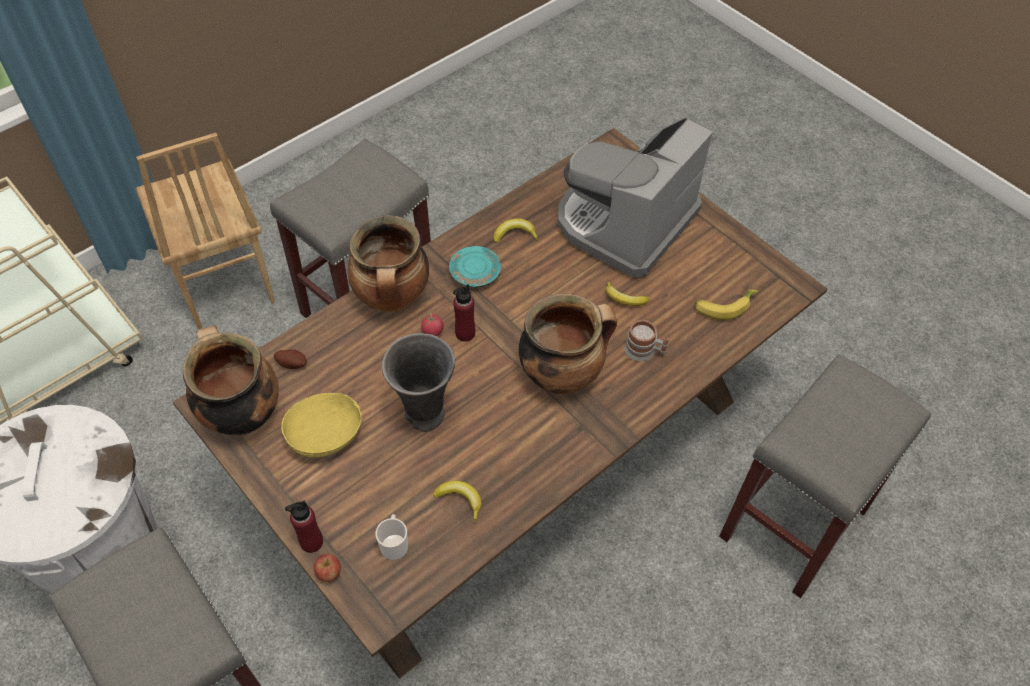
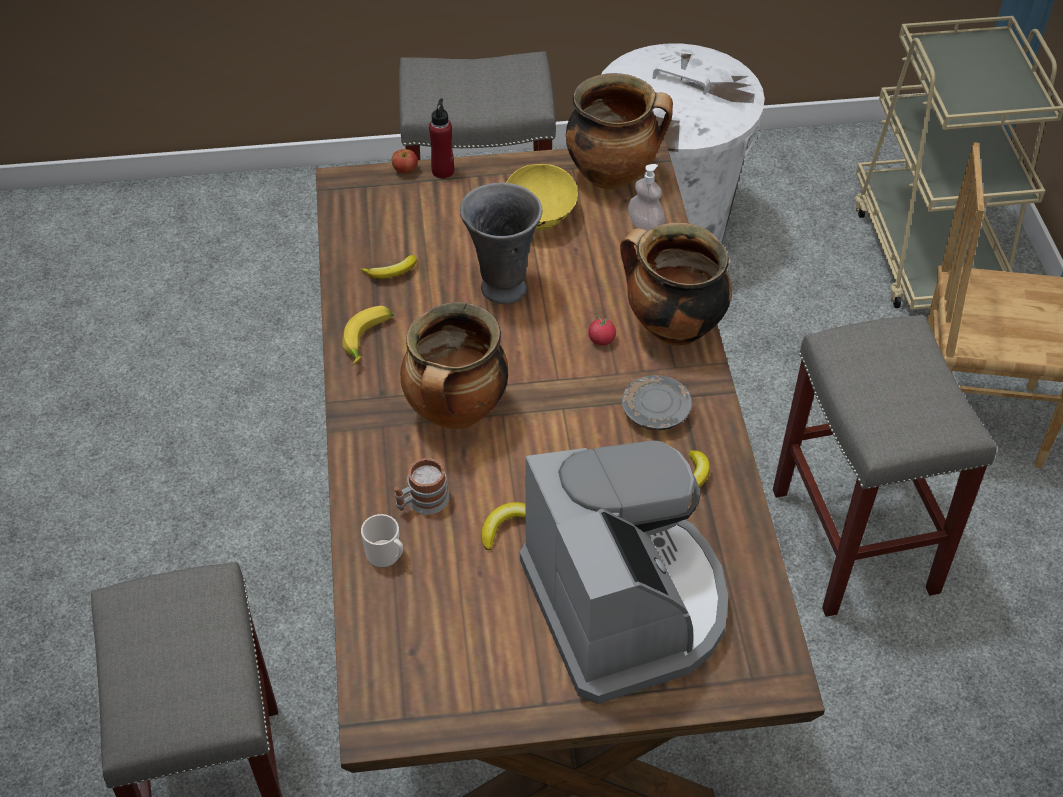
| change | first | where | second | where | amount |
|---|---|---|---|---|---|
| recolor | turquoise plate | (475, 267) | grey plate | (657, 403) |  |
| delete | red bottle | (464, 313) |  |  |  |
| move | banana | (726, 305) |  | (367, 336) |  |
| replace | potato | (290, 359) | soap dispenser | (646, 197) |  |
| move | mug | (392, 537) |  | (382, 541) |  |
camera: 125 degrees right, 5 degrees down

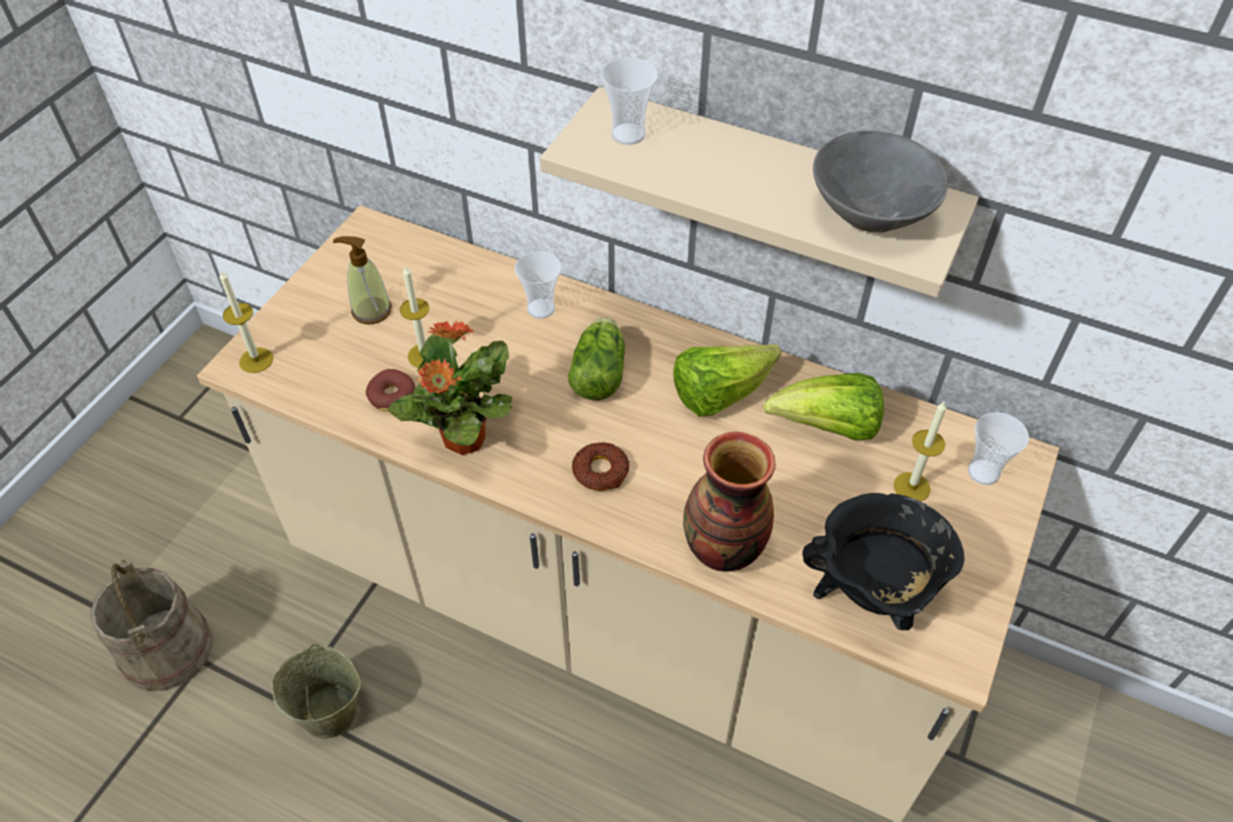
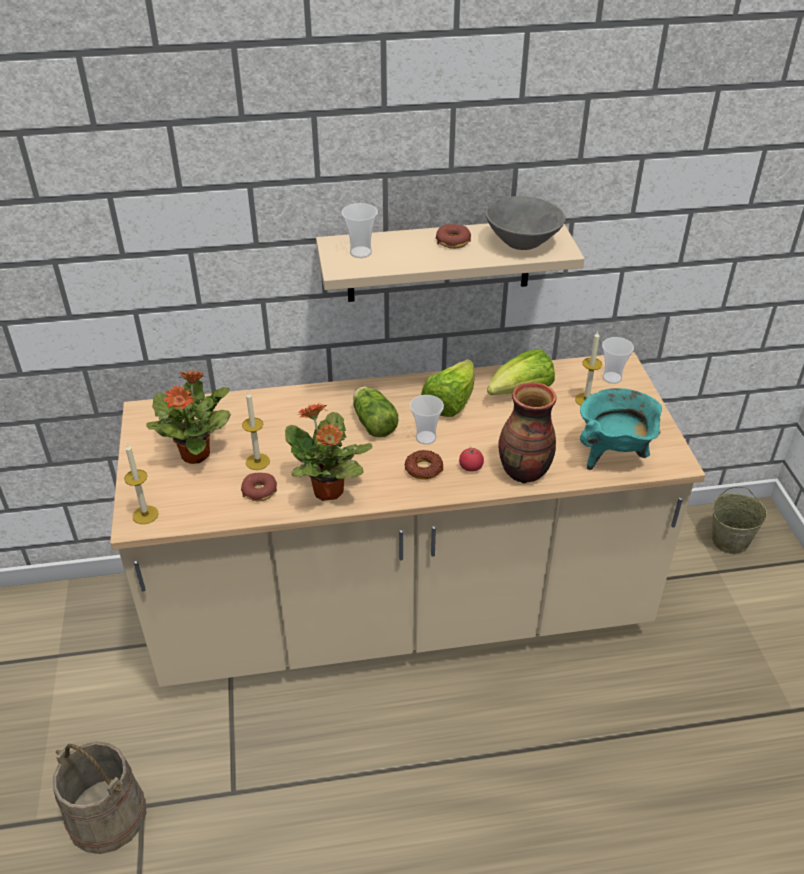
| change | first | where | second | where | amount |
|---|---|---|---|---|---|
| replace | soap dispenser | (362, 280) | potted plant | (188, 417) |  |
| move | cup | (538, 285) |  | (427, 420) |  |
| recolor | black cooking pot | (884, 561) | turquoise cooking pot | (621, 429) |  |
| move | beige bucket | (316, 691) |  | (739, 520) |  |
| insert |  |  | donut | (453, 236) |  |
| insert |  |  | tomato | (471, 459) |  |
camera: 35 degrees left, 10 degrees down

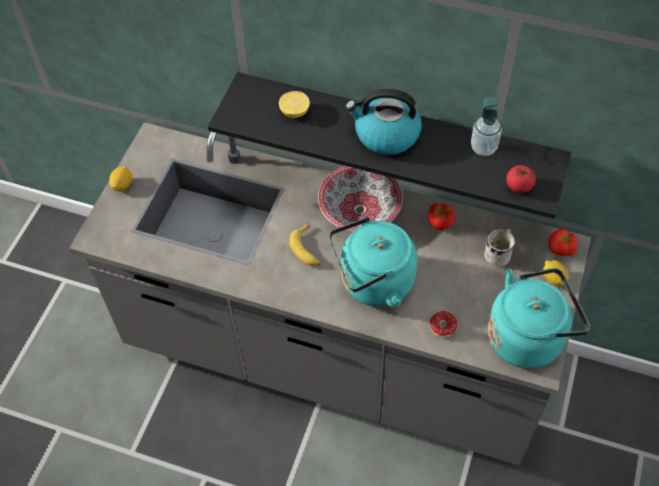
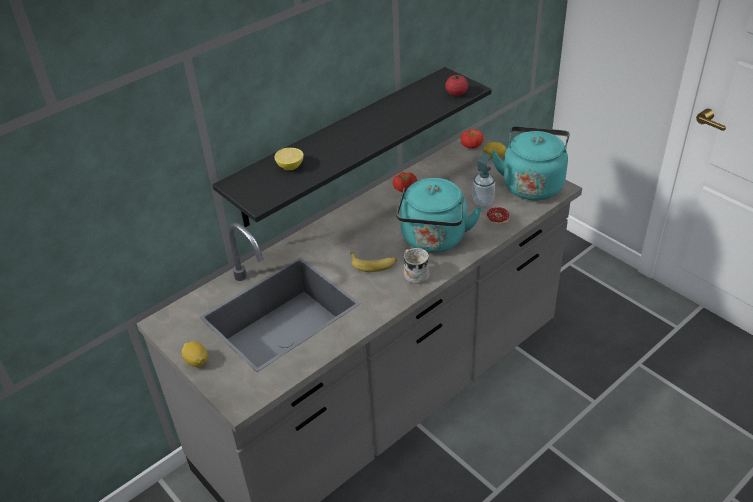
| change | first | where | second | where | amount |
|---|---|---|---|---|---|
| delete | kettle | (383, 121) |  |  |  |
| move | soap dispenser | (486, 126) |  | (483, 179) |  |
| delete | bowl | (360, 199) |  |  |  |
| move | white mug | (499, 247) |  | (416, 266) |  |
camera: 60 degrees left, 15 degrees down

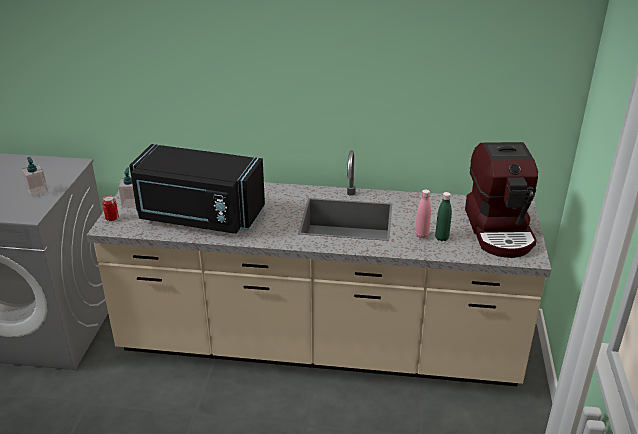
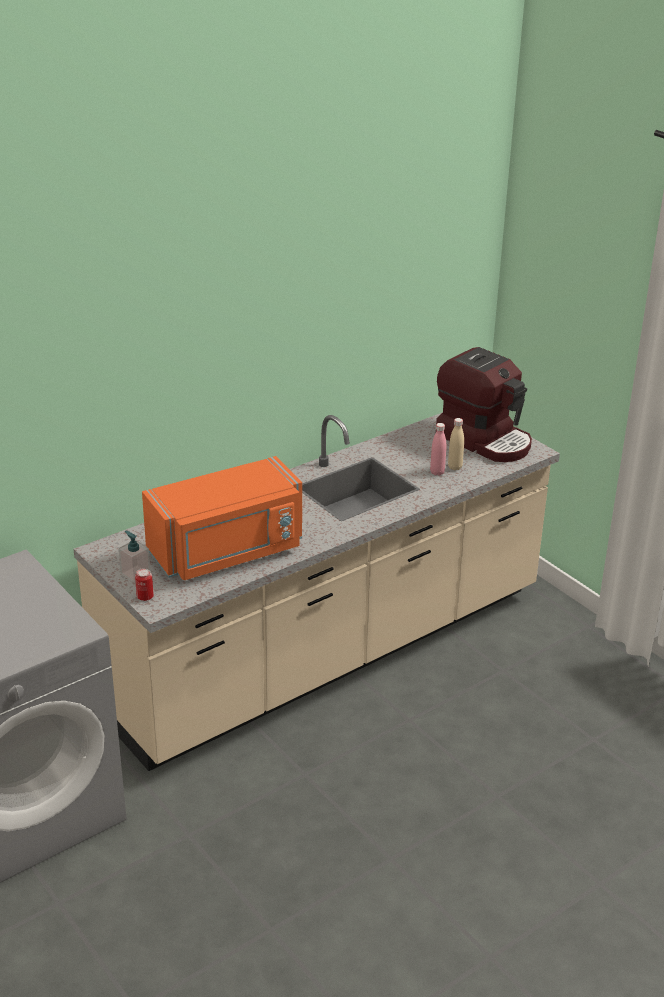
| change | first | where | second | where | amount |
|---|---|---|---|---|---|
| recolor | black microwave | (197, 189) | orange microwave | (222, 518) |  |
| delete | soap dispenser | (34, 177) |  |  |  |
| recolor | green bottle | (443, 216) | beige bottle | (456, 444) |  |
camera: 45 degrees left, 0 degrees up

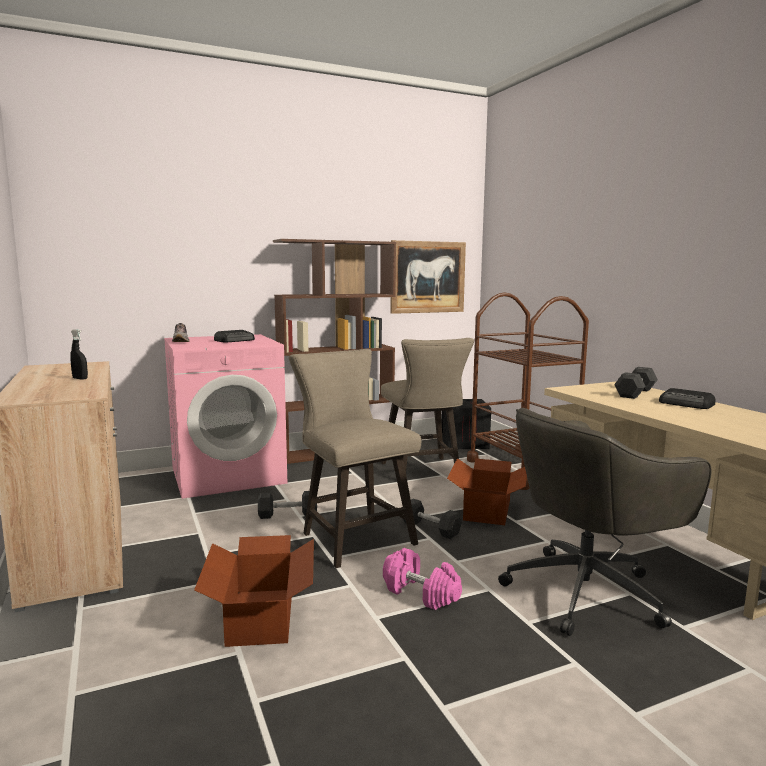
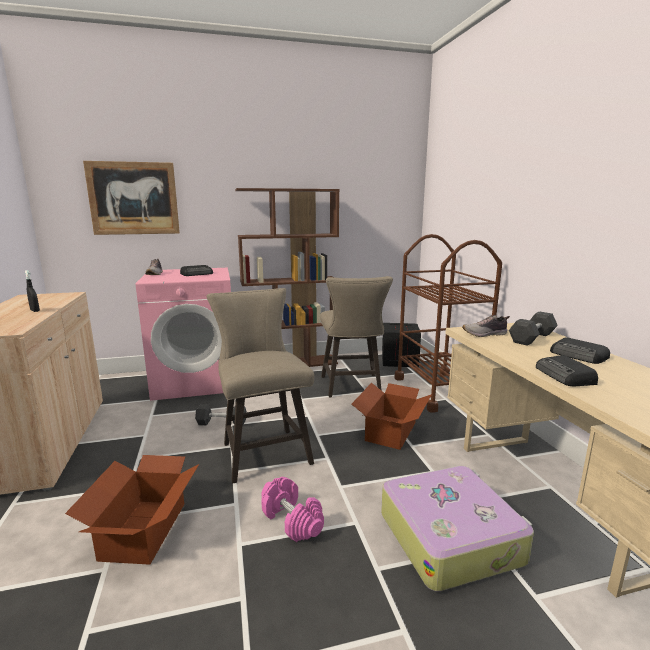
| change | first | where | second | where | amount |
|---|---|---|---|---|---|
| move | picture | (428, 277) |  | (131, 198) |  |
| replace | grey office chair | (605, 522) | suitcase | (457, 529) |  |
| delete | grey dumbbell | (432, 519) |  |  |  |
| insert |  |  | shoe | (486, 326) |  |
| insert |  |  | radio | (567, 370) |  |
camera: 10 degrees right, 5 degrees up

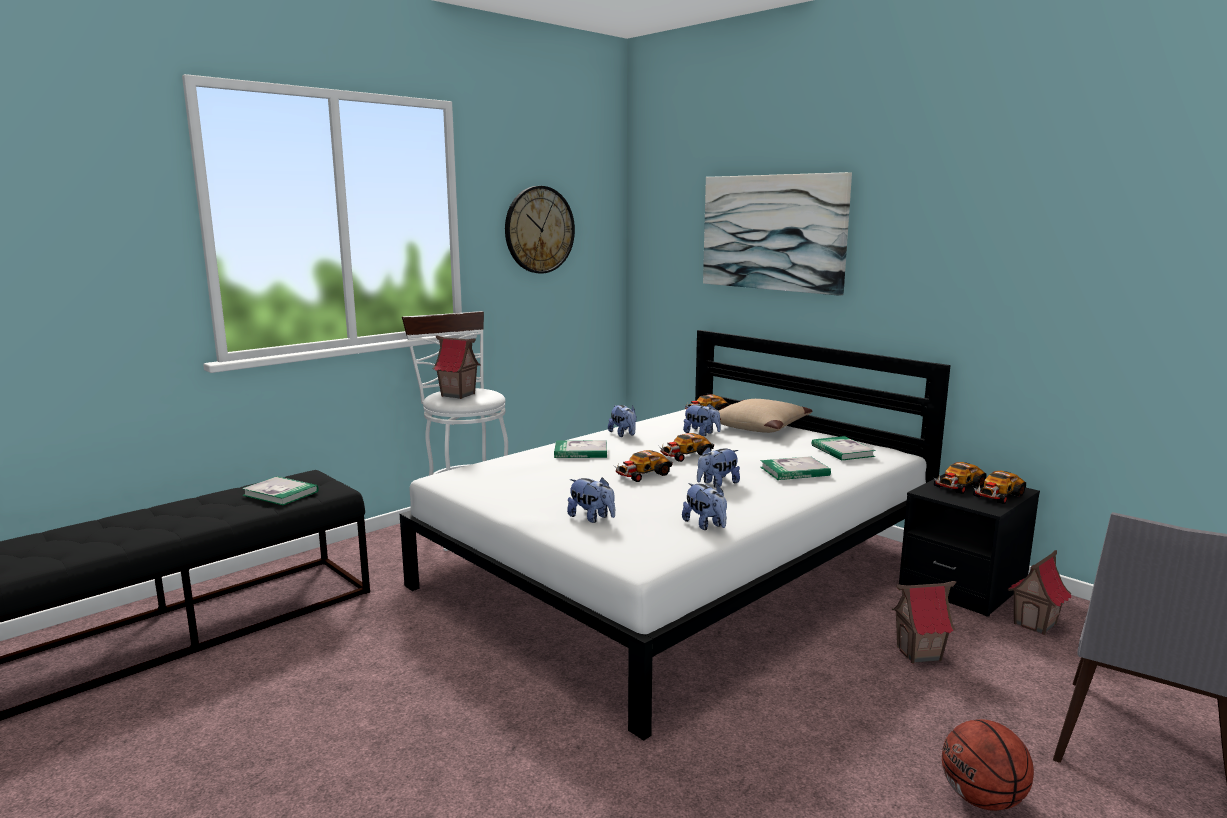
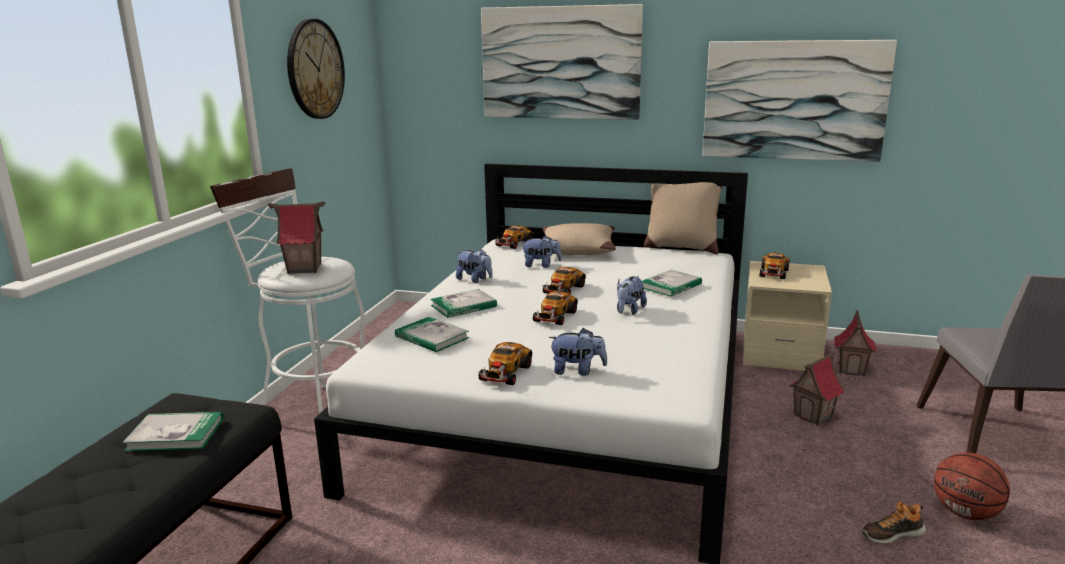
| change | first | where | second | where | amount |
|---|---|---|---|---|---|
| move | book | (844, 448) |  | (432, 334) |  |
| move | toy car | (999, 487) |  | (505, 363) |  |
| recolor | black nightstand | (969, 545) | beige nightstand | (787, 316) |  |
| delete | plush toy | (704, 506) |  |  |  |
| insert |  |  | picture | (799, 101) |  |
| insert |  |  | beige pillow | (683, 218) |  |
| insert |  |  | shoe | (894, 523) |  |
camera: 30 degrees left, 5 degrees up

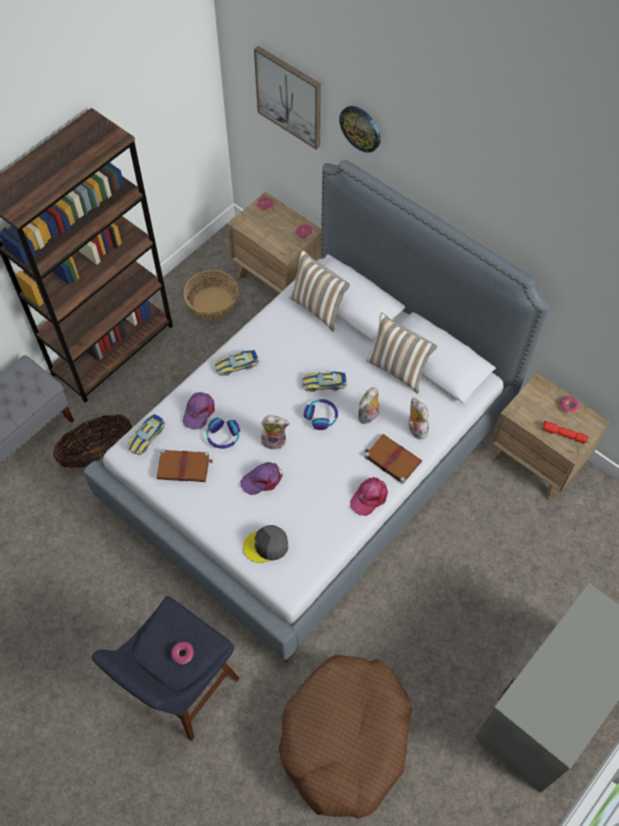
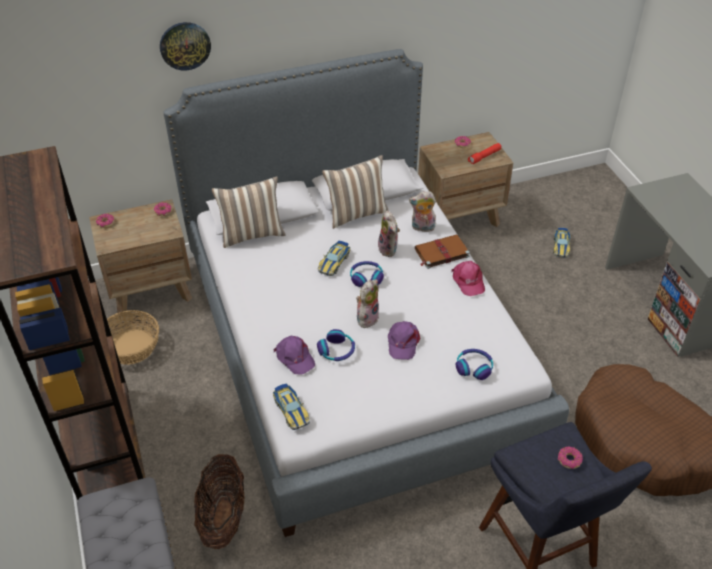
| change | first | where | second | where | amount |
|---|---|---|---|---|---|
| delete | picture | (287, 97) |  |  |  |
| move | toy car | (237, 363) |  | (562, 243) |  |
| delete | brown book | (185, 465) |  |  |  |
| replace | grey cap | (265, 544) | headphones | (474, 364) |  |
camera: 60 degrees left, 15 degrees down

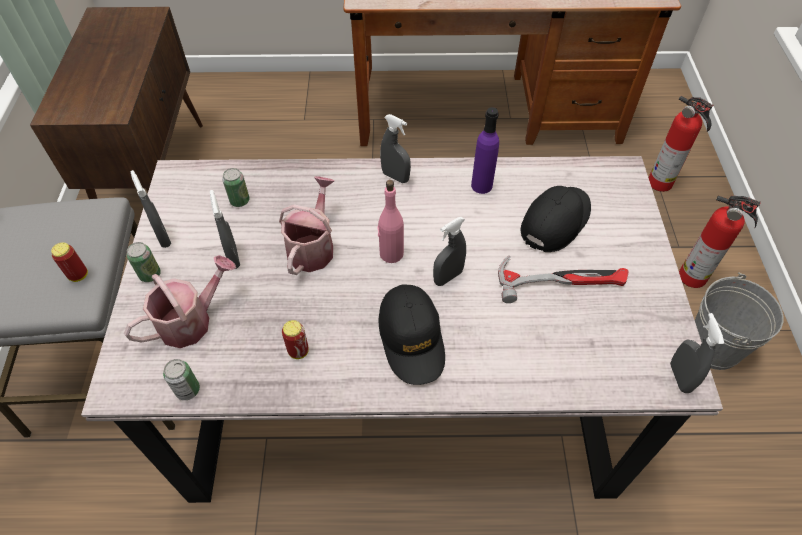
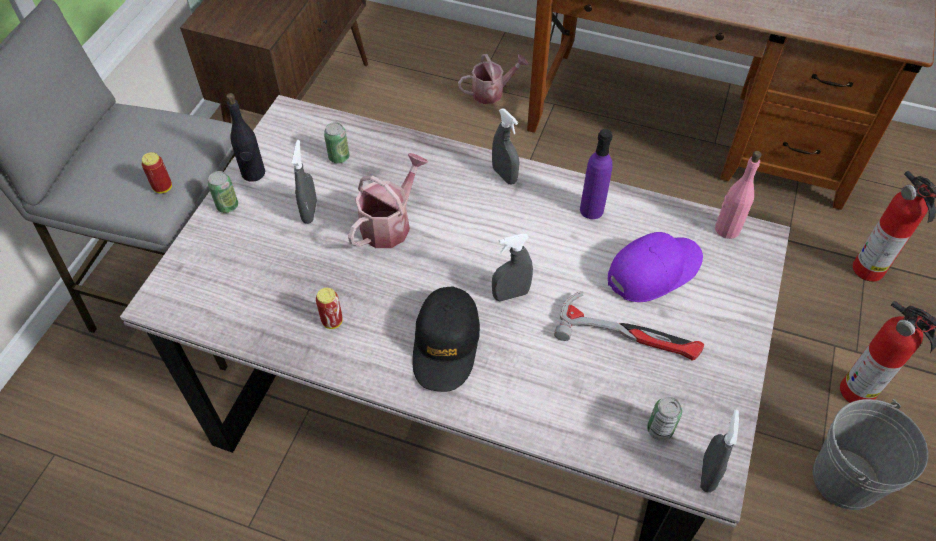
| change | first | where | second | where | amount |
|---|---|---|---|---|---|
| replace | grey spray bottle | (151, 209) | black bottle | (245, 137) |  |
| move | pink bottle | (390, 221) |  | (738, 195) |  |
| recolor | black cap | (556, 219) | purple cap | (655, 267) |  |
| move | watering can | (180, 301) |  | (493, 79) |  |
| move | can | (181, 379) |  | (664, 419) |  |
camera: 20 degrees right, 0 degrees up

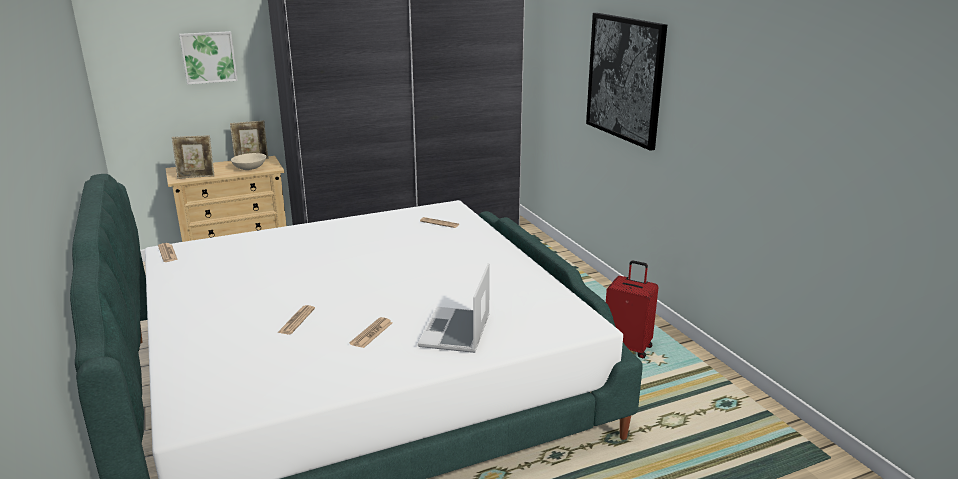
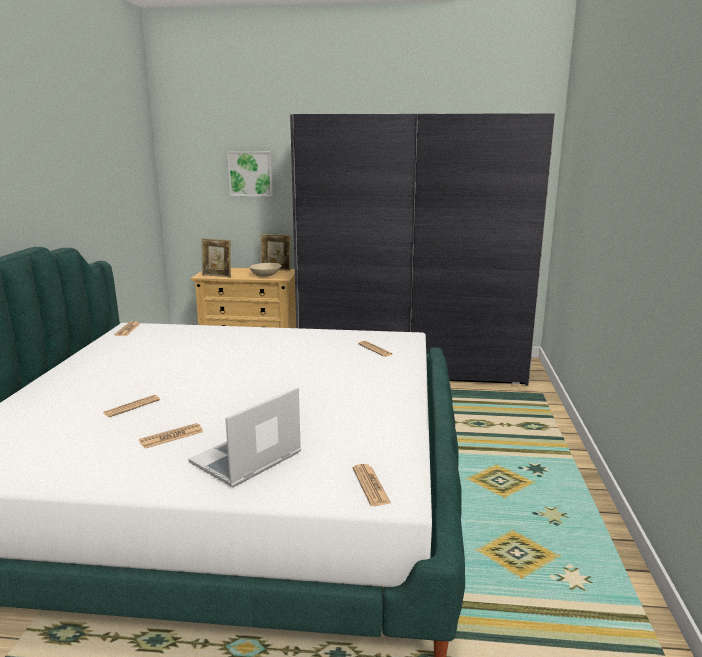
| change | first | where | second | where | amount |
|---|---|---|---|---|---|
| delete | picture | (626, 82) |  |  |  |
| delete | red suitcase | (632, 309) |  |  |  |
| insert |  |  | newspaper | (372, 485) |  |
camera: 30 degrees right, 5 degrees down

